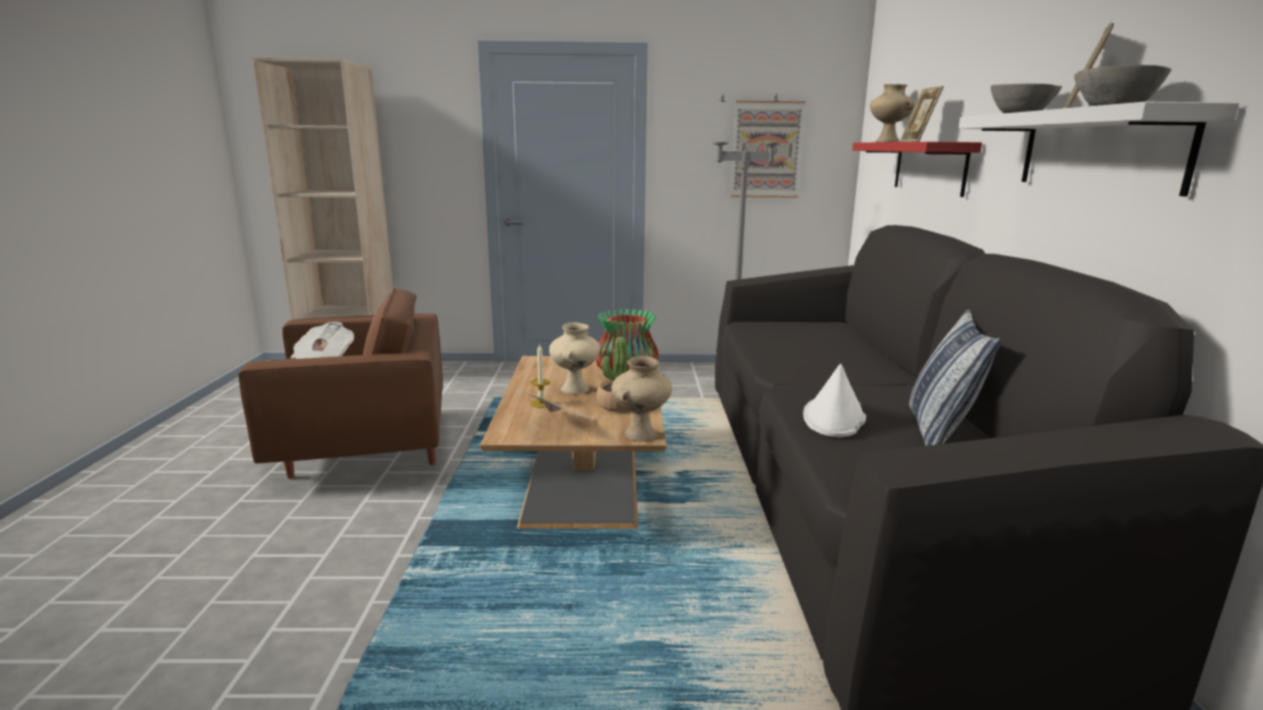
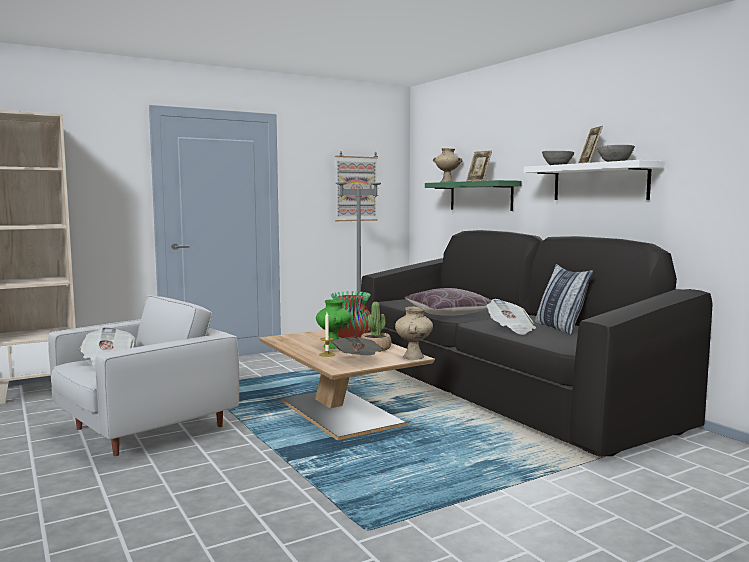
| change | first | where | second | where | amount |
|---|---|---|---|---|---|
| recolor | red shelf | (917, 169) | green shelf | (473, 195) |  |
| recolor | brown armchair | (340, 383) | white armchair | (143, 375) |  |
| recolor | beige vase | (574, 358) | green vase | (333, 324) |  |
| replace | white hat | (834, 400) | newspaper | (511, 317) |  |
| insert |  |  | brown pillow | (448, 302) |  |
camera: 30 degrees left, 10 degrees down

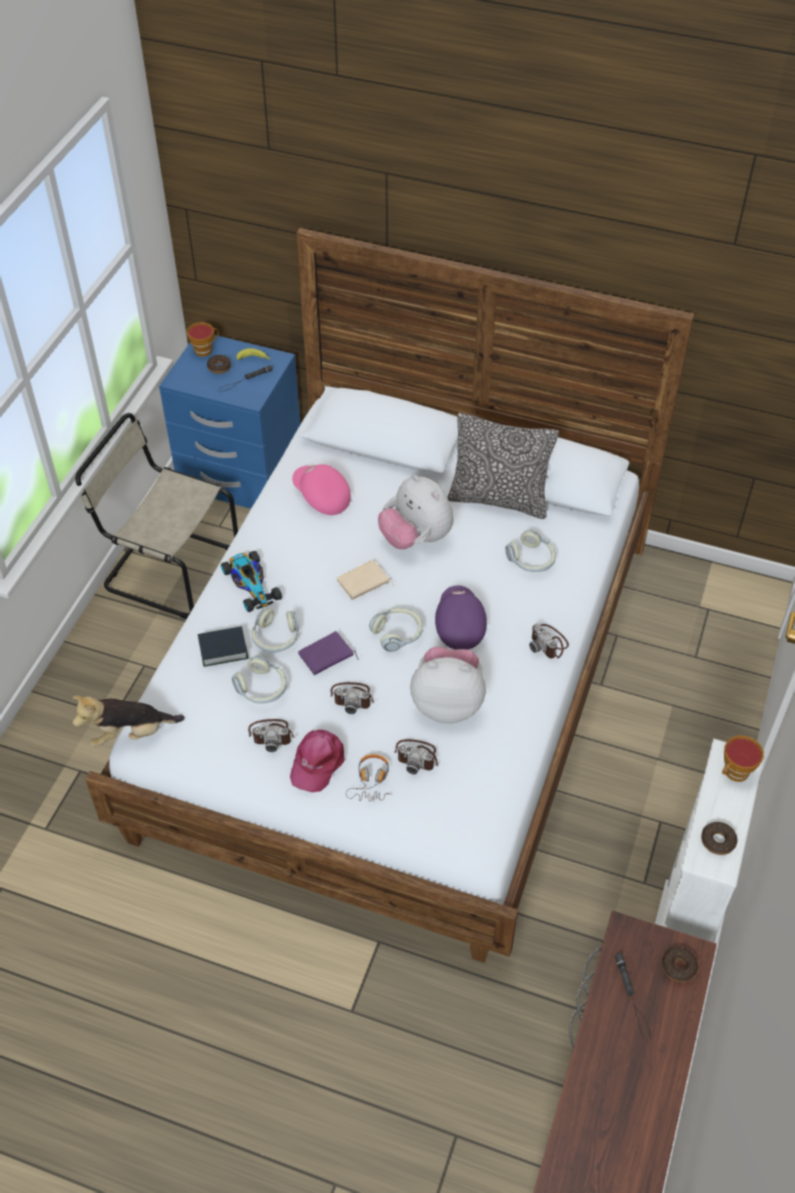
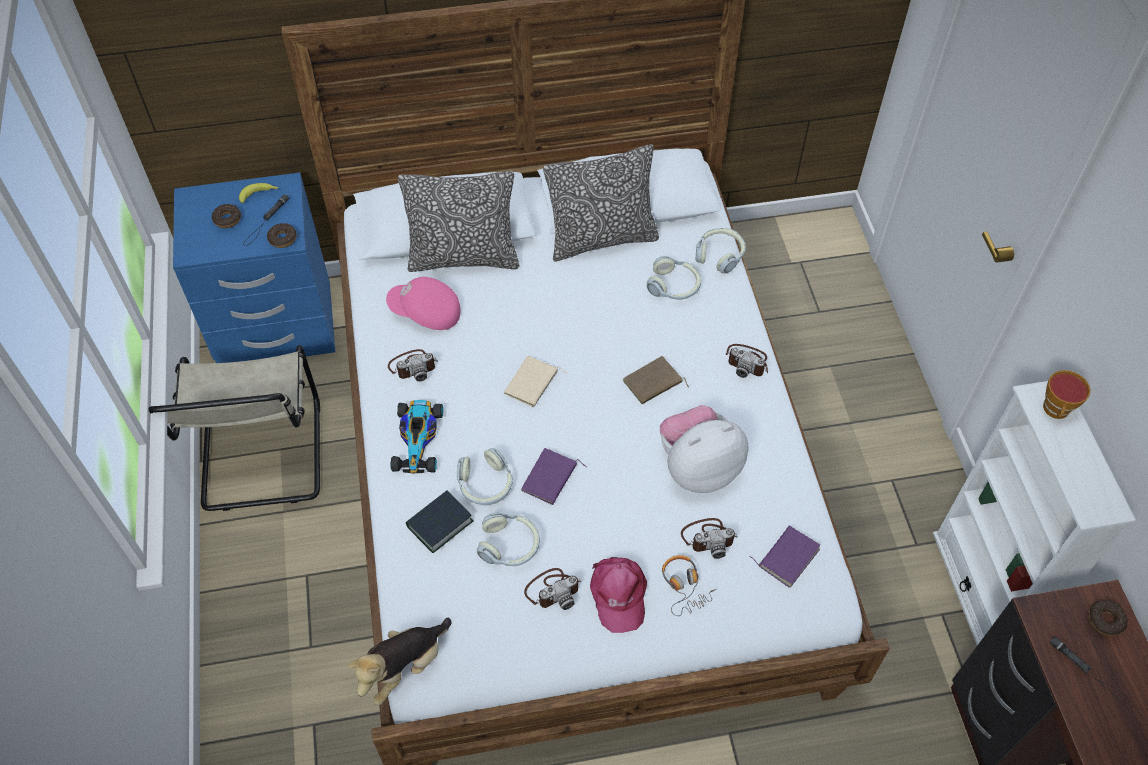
| change | first | where | second | where | amount |
|---|---|---|---|---|---|
| delete | cup | (203, 339) |  |  |  |
| rotate | beige chair | (156, 516) |  | (234, 428) | 90 degrees counterclockwise |
| delete | plush toy | (416, 512) |  |  |  |
| rotate | toy car | (251, 581) |  | (416, 436) | 60 degrees clockwise |
| replace | purple cap | (461, 617) | brown book | (656, 380) |  |
| move | headphones | (396, 629) |  | (721, 250) |  |
| move | photo camera | (352, 698) |  | (413, 365) |  |
| move | donut | (719, 838) |  | (282, 235) |  |
| insert |  |  | pillow | (458, 221) |  |
| insert |  |  | purple book | (784, 557) |  |
camera: 30 degrees left, 5 degrees up

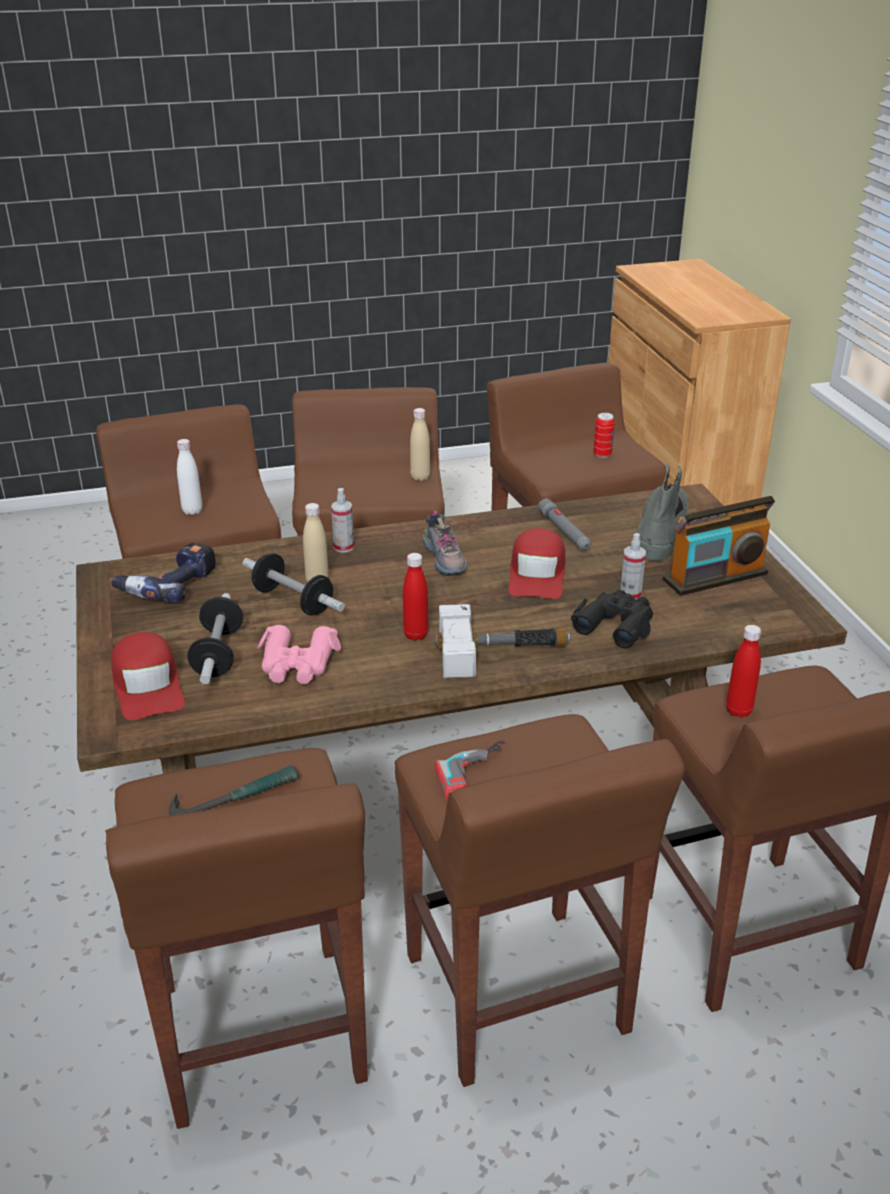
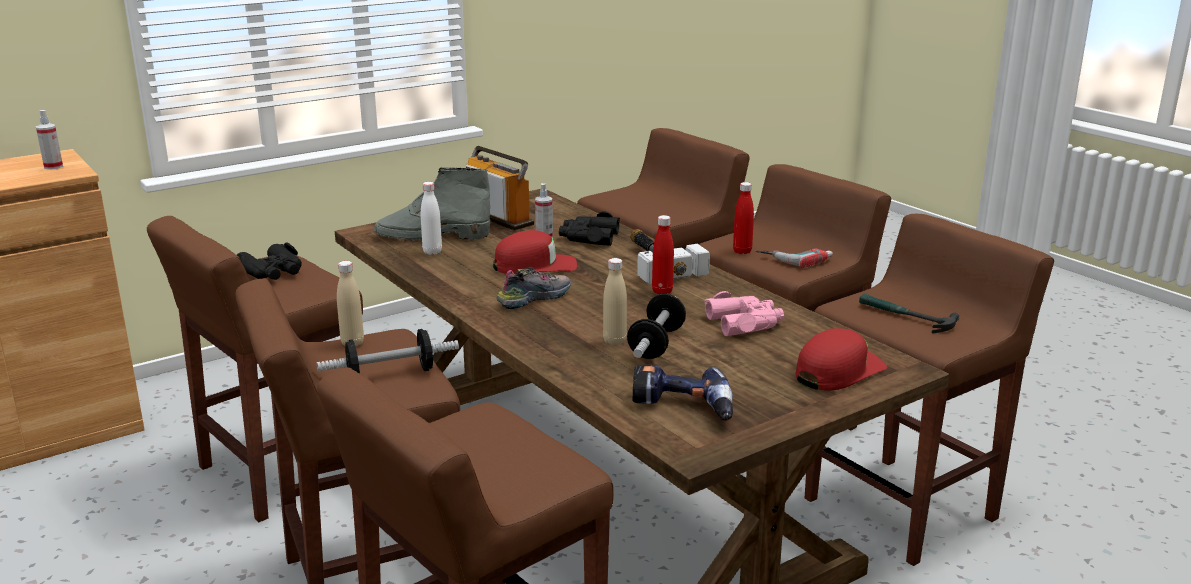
| change | first | where | second | where | amount |
|---|---|---|---|---|---|
| replace | can | (604, 435) | black binoculars | (269, 261) |  |
| move | white bottle | (189, 477) |  | (431, 218) |  |
| move | spray bottle | (342, 520) |  | (49, 140) |  |
| delete | grey flashlight | (564, 524) |  |  |  |
| move | dumbbell | (215, 638) |  | (388, 351) |  |
| move | red bottle | (743, 671) |  | (743, 218) |  |
camera: 110 degrees left, 10 degrees down

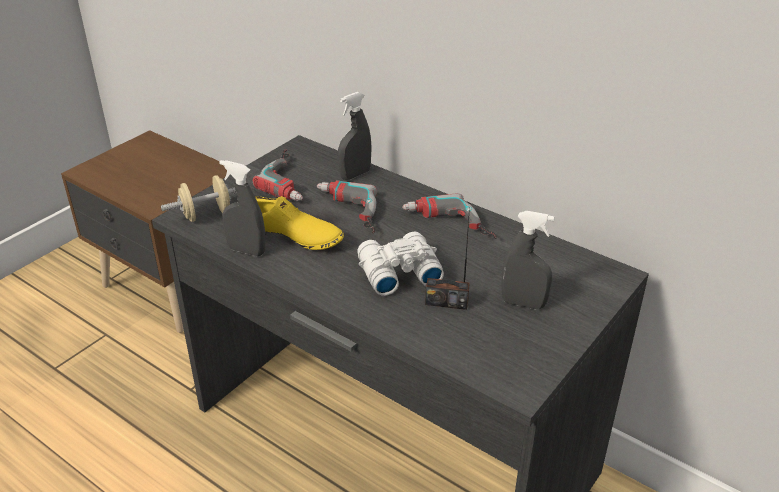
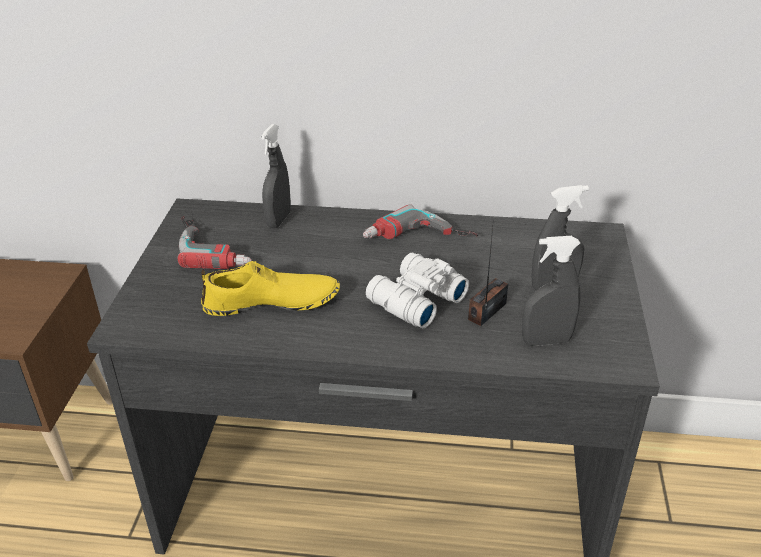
| change | first | where | second | where | amount |
|---|---|---|---|---|---|
| move | grey spray bottle | (242, 208) |  | (551, 291) |  |
| delete | beige dumbbell | (198, 198) |  |  |  |
| delete | power drill | (347, 207) |  |  |  |
| rotate | radio | (447, 258) |  | (488, 272) | 150 degrees clockwise |
camera: 30 degrees left, 0 degrees up

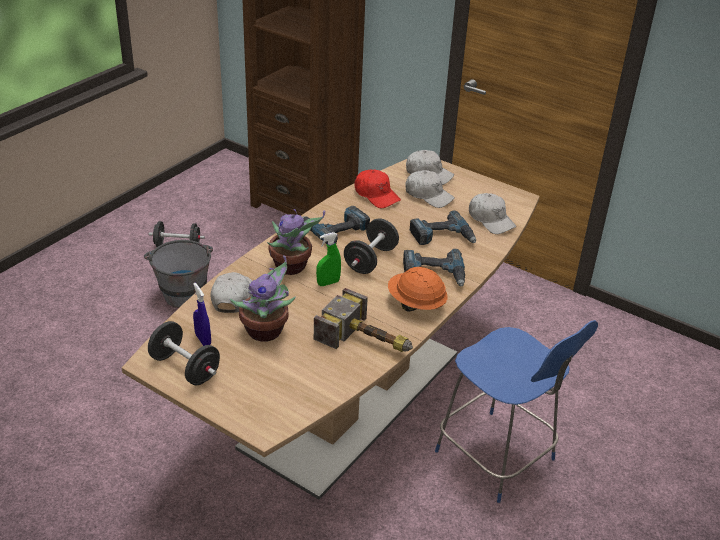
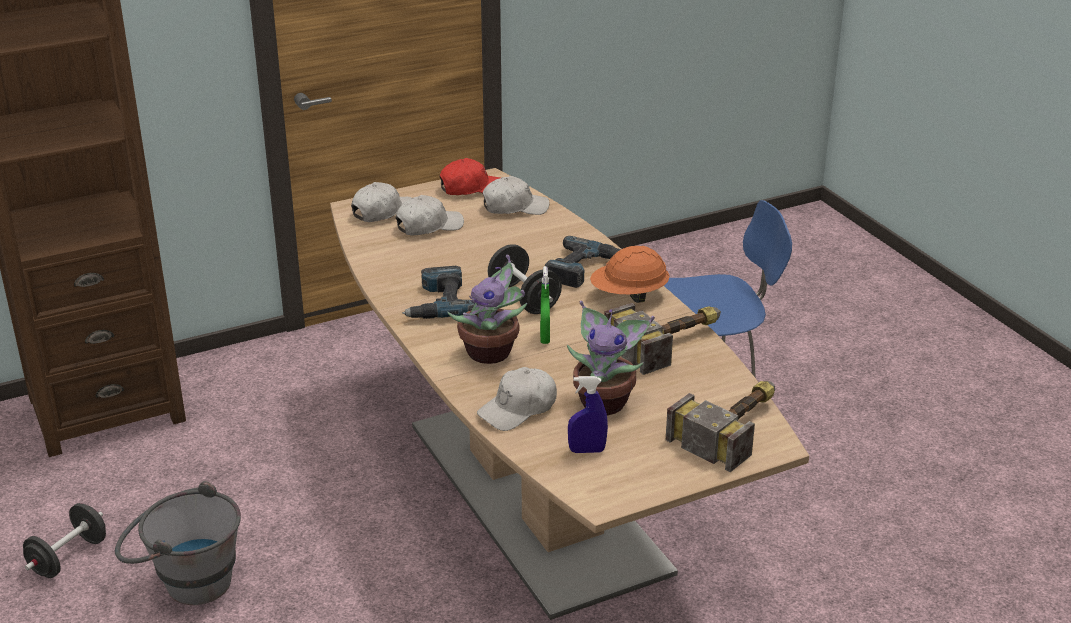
| change | first | where | second | where | amount |
|---|---|---|---|---|---|
| move | red cap | (378, 189) |  | (469, 176) |  |
| delete | power drill | (443, 227) |  |  |  |
| rotate | white cap | (231, 292) |  | (517, 399) | 75 degrees counterclockwise |
| delete | black dumbbell | (184, 353) |  |  |  |
| insert |  |  | hammer | (720, 426) |  |
camera: 60 degrees left, 5 degrees down

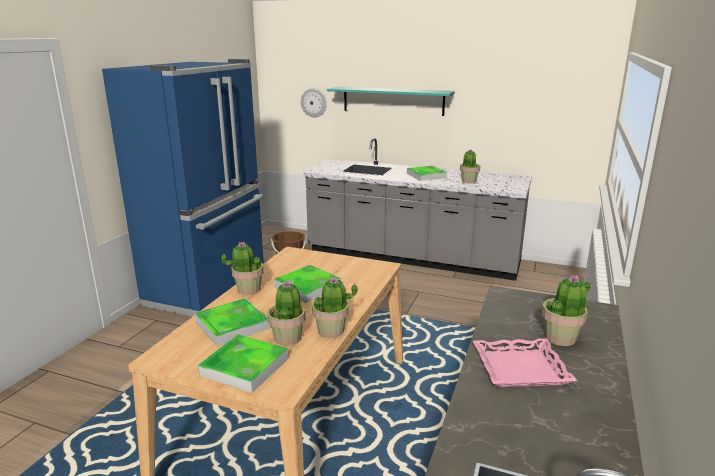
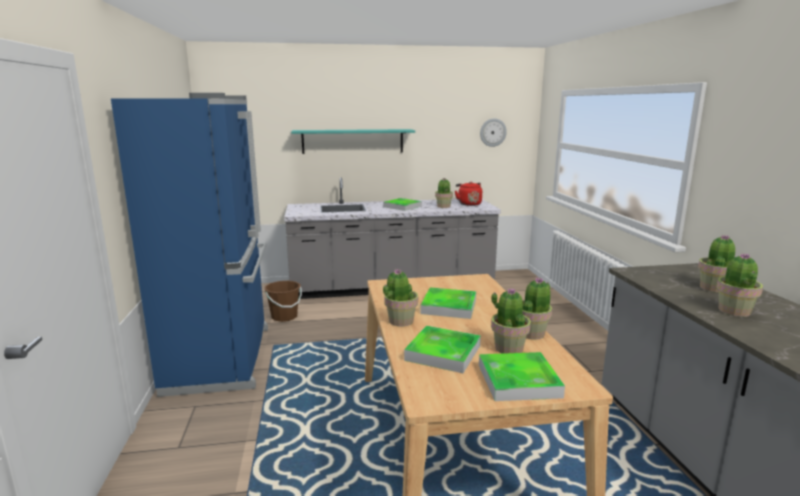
| change | first | where | second | where | amount |
|---|---|---|---|---|---|
| move | wall clock | (314, 102) |  | (493, 132) |  |
| replace | pink tray | (525, 362) | potted plant | (739, 285) |  |
| insert |  |  | red kettle | (468, 194) |  |
camera: 30 degrees left, 5 degrees down

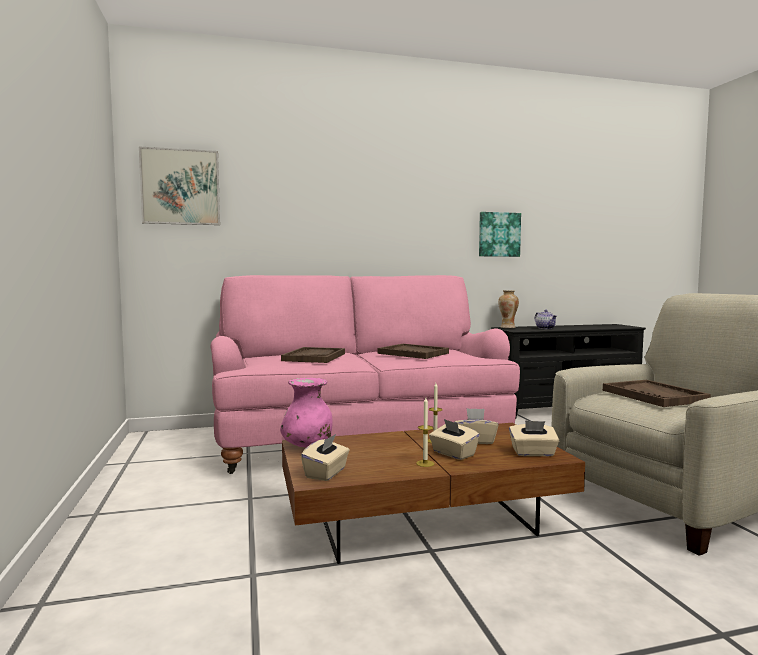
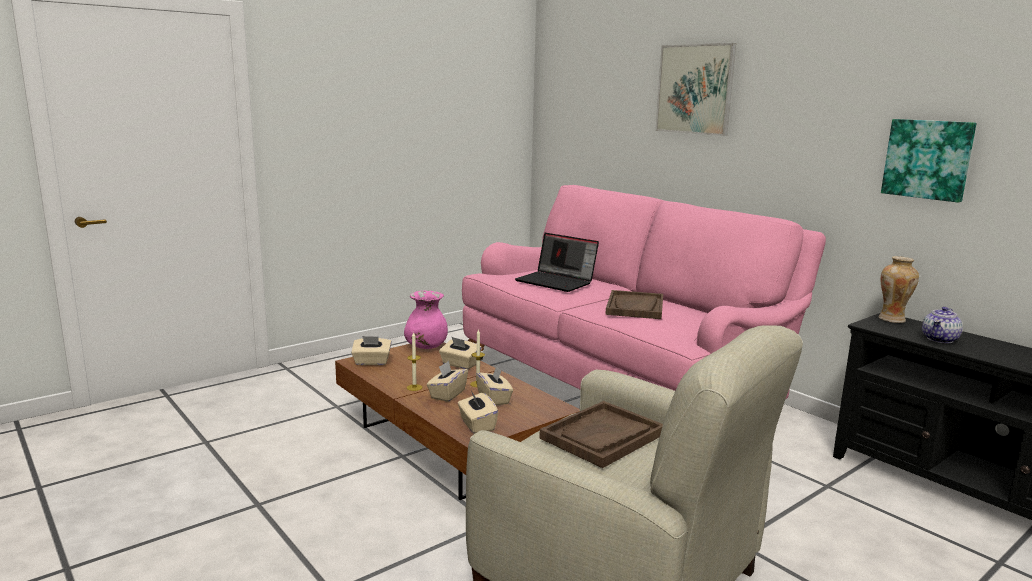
| change | first | where | second | where | amount |
|---|---|---|---|---|---|
| move | picture | (179, 185) |  | (695, 89) |  |
| replace | brown tray | (313, 355) | laptop | (557, 262) |  |
| insert |  |  | beige tissue box | (460, 353) |  |
camera: 65 degrees right, 10 degrees up

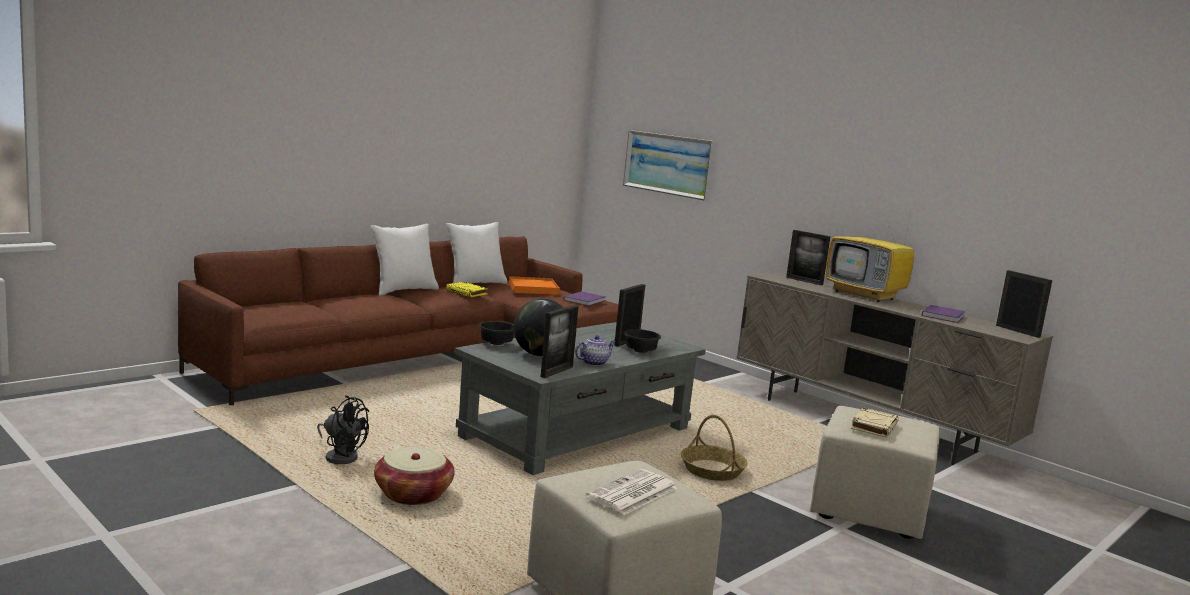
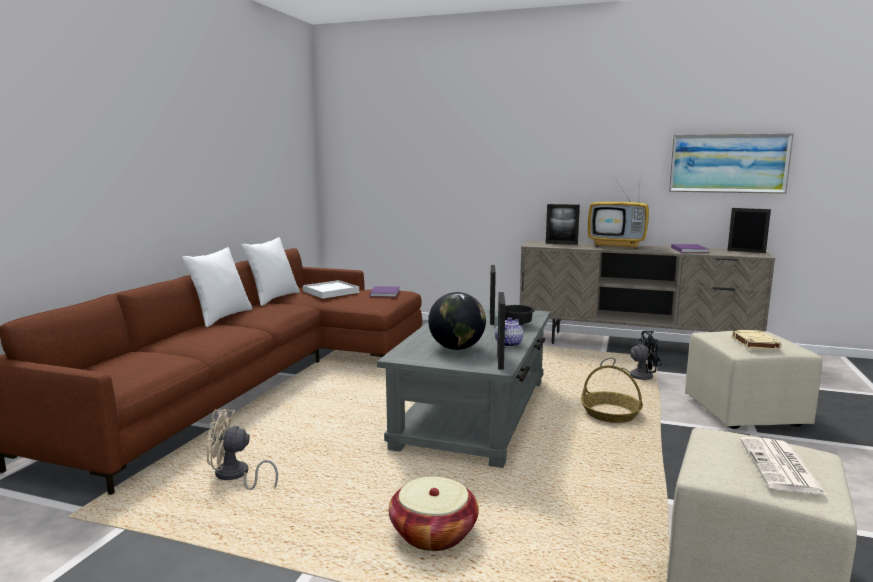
| change | first | where | second | where | amount |
|---|---|---|---|---|---|
| move | picture | (669, 165) |  | (731, 163) |  |
| recolor | orange tray | (534, 285) | white tray | (331, 289) |  |
| delete | yellow book | (467, 289) |  |  |  |
| delete | black bowl | (496, 333) |  |  |  |
| move | black fan | (343, 429) |  | (631, 355) |  |
| insert |  |  | beige fan | (242, 449) |  |
camera: 25 degrees left, 0 degrees up

